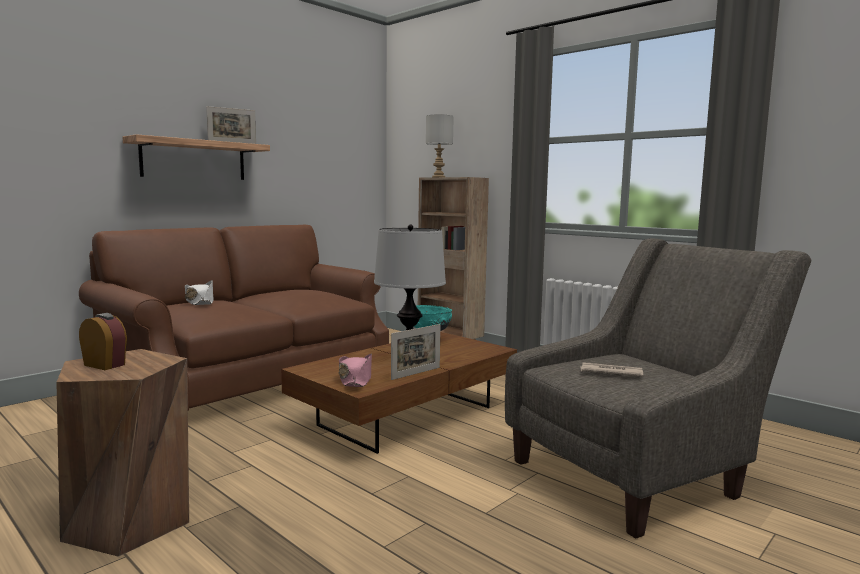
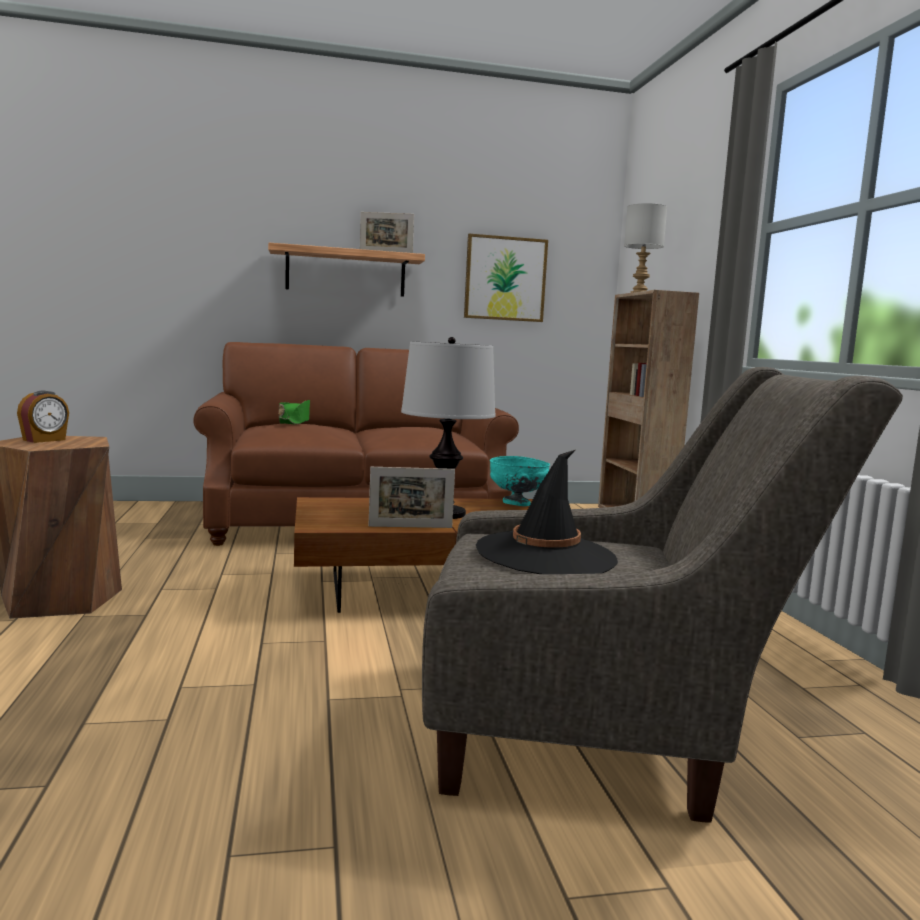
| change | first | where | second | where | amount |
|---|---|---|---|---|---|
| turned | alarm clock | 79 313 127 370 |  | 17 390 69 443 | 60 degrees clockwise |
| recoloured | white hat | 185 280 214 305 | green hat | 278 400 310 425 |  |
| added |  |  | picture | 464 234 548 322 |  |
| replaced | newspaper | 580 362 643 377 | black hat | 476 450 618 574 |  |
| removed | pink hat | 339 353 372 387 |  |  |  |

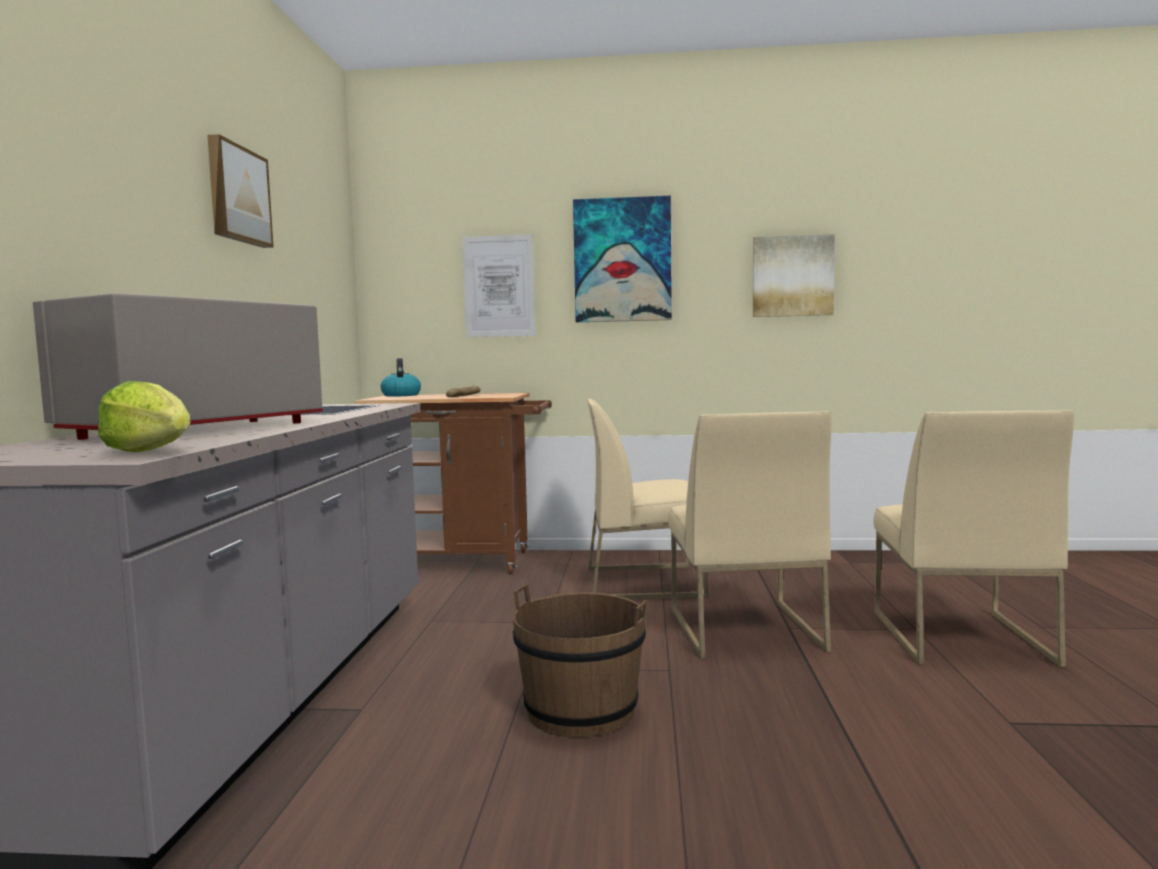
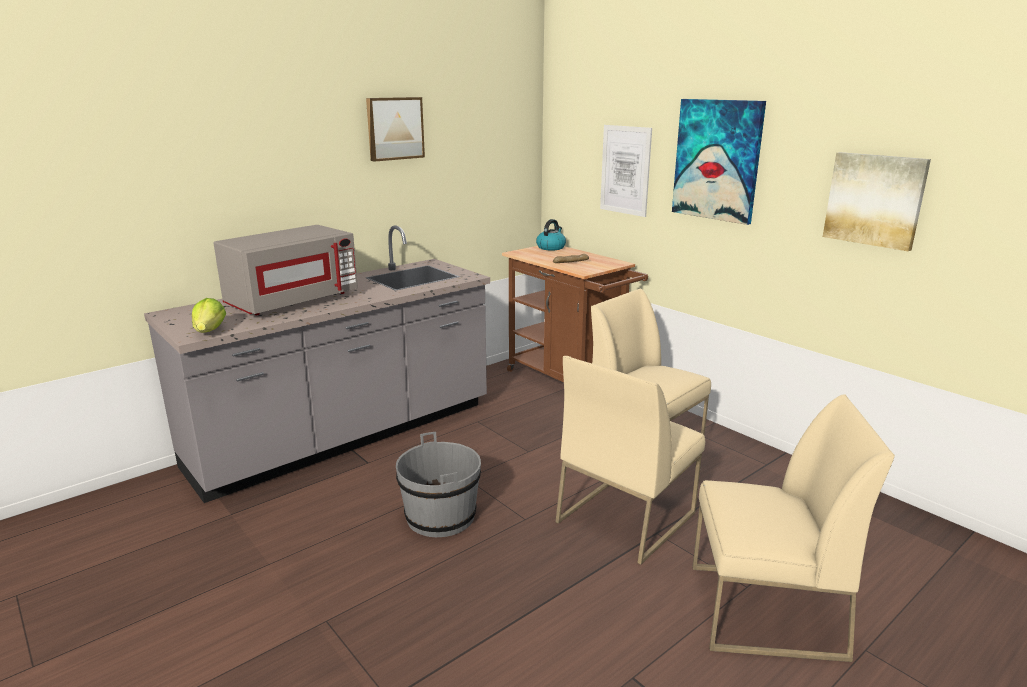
| change | first | where | second | where | amount |
|---|---|---|---|---|---|
| turned | grey microwave | 33 293 323 440 |  | 214 225 358 315 | 150 degrees clockwise |
| recoloured | brown bucket | 513 584 647 737 | grey bucket | 396 432 481 537 |  |
| turned | beige chair | 874 410 1074 668 |  | 693 394 895 662 | 135 degrees counterclockwise |

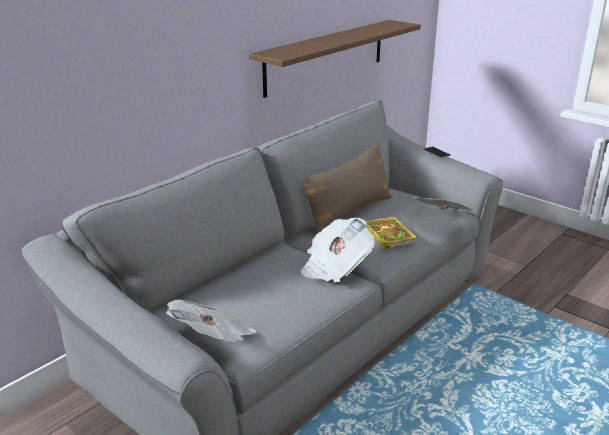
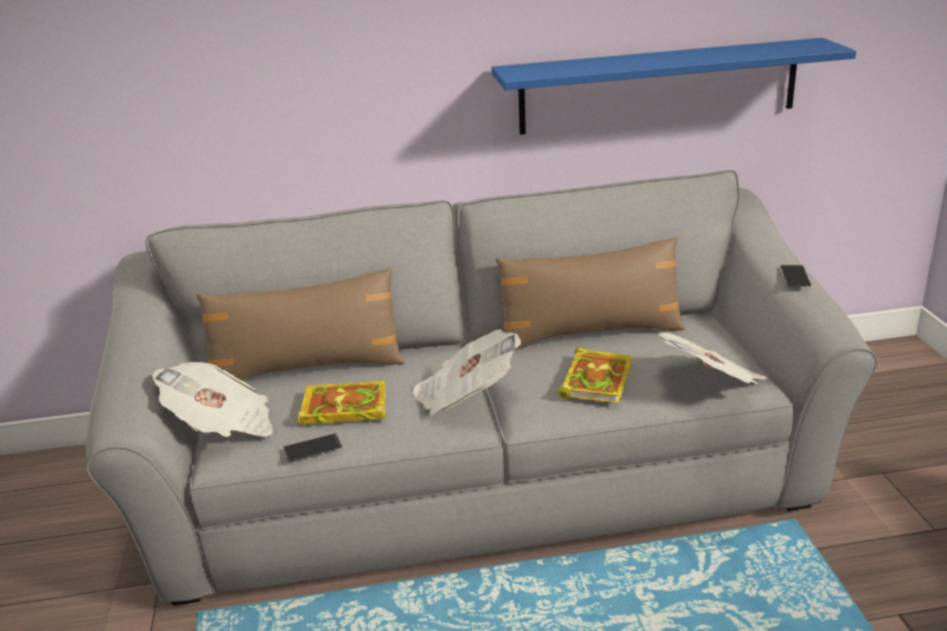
| change | first | where | second | where | amount |
|---|---|---|---|---|---|
| added |  |  | brown pillow | 196 268 405 381 |  |
| added |  |  | phone | 283 433 342 461 |  |
| added |  |  | book | 298 381 386 425 |  |
| recoloured | brown shelf | 249 20 421 98 | blue shelf | 491 38 856 135 |  |

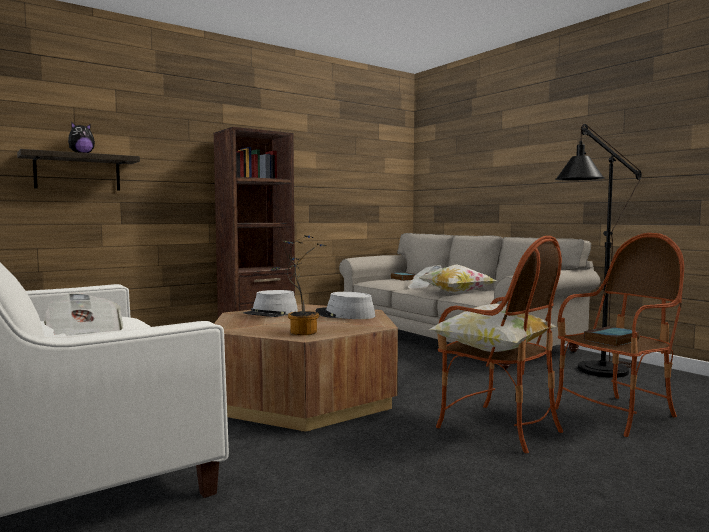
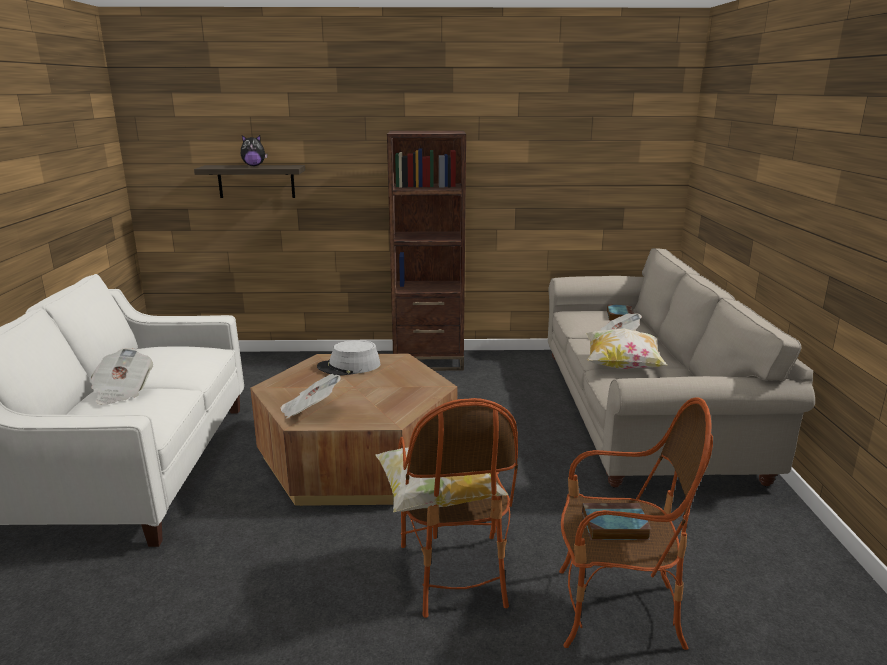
| change | first | where | second | where | amount |
|---|---|---|---|---|---|
| replaced | potted plant | 271 235 326 335 | newspaper | 281 374 341 419 |  |
| removed | grey hat | 316 292 375 319 |  |  |  |
| removed | black floor lamp | 555 124 642 378 |  |  |  |

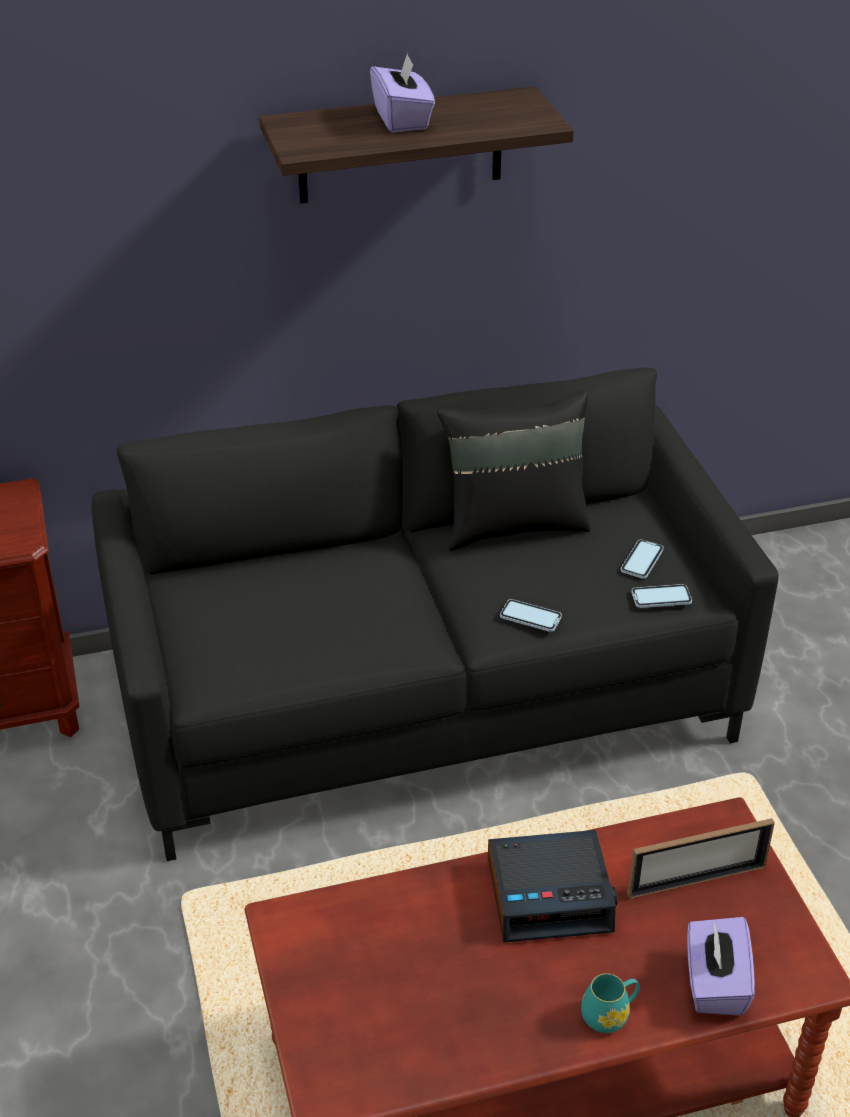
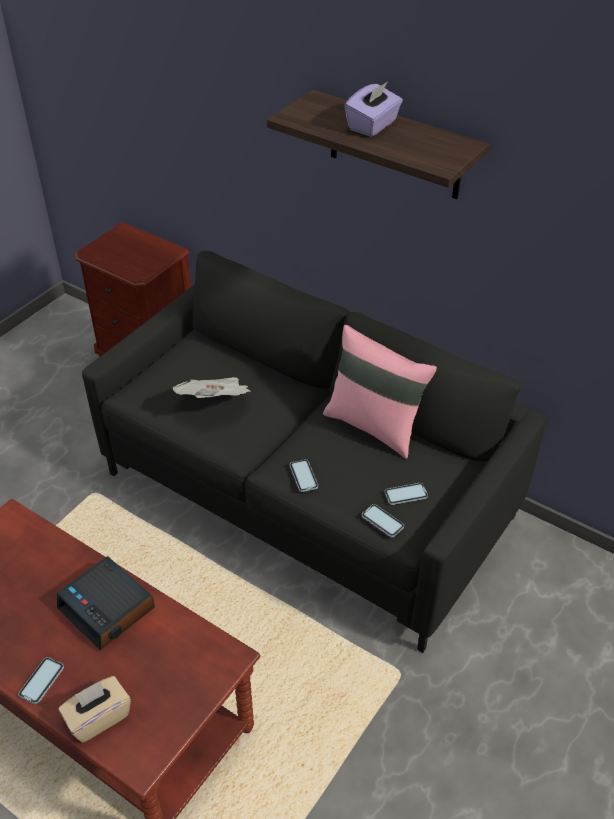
| change | first | where | second | where | amount |
|---|---|---|---|---|---|
| replaced | turquoise mug | 581 973 640 1033 | phone | 18 657 64 704 |  |
| recoloured | purple tissue box | 687 917 755 1016 | beige tissue box | 58 676 131 743 |  |
| added |  |  | newspaper | 172 377 251 398 |  |
| recoloured | black pillow | 437 390 591 551 | pink pillow | 323 325 437 459 |  |
| removed | picture frame | 627 818 775 899 |  |  |  |

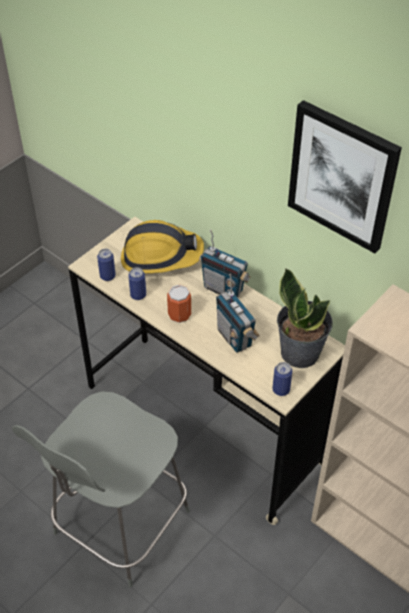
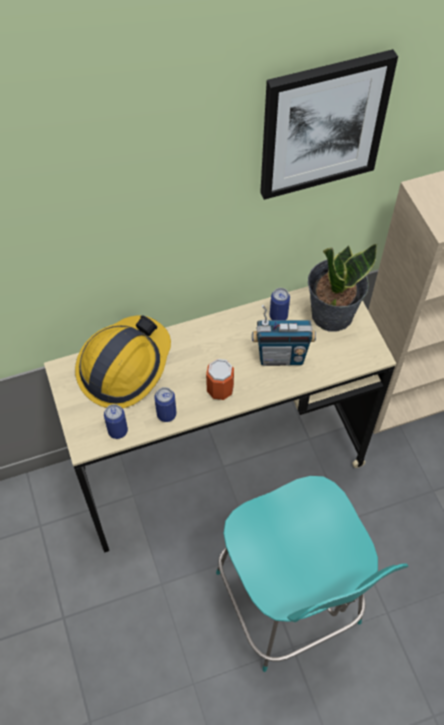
| change | first | where | second | where | amount |
|---|---|---|---|---|---|
| recoloured | grey chair | 12 391 190 587 | turquoise chair | 216 476 408 672 |  |
| moved | can | 272 362 292 396 |  | 270 288 290 320 |  |
| removed | radio | 199 230 250 298 |  |  |  |

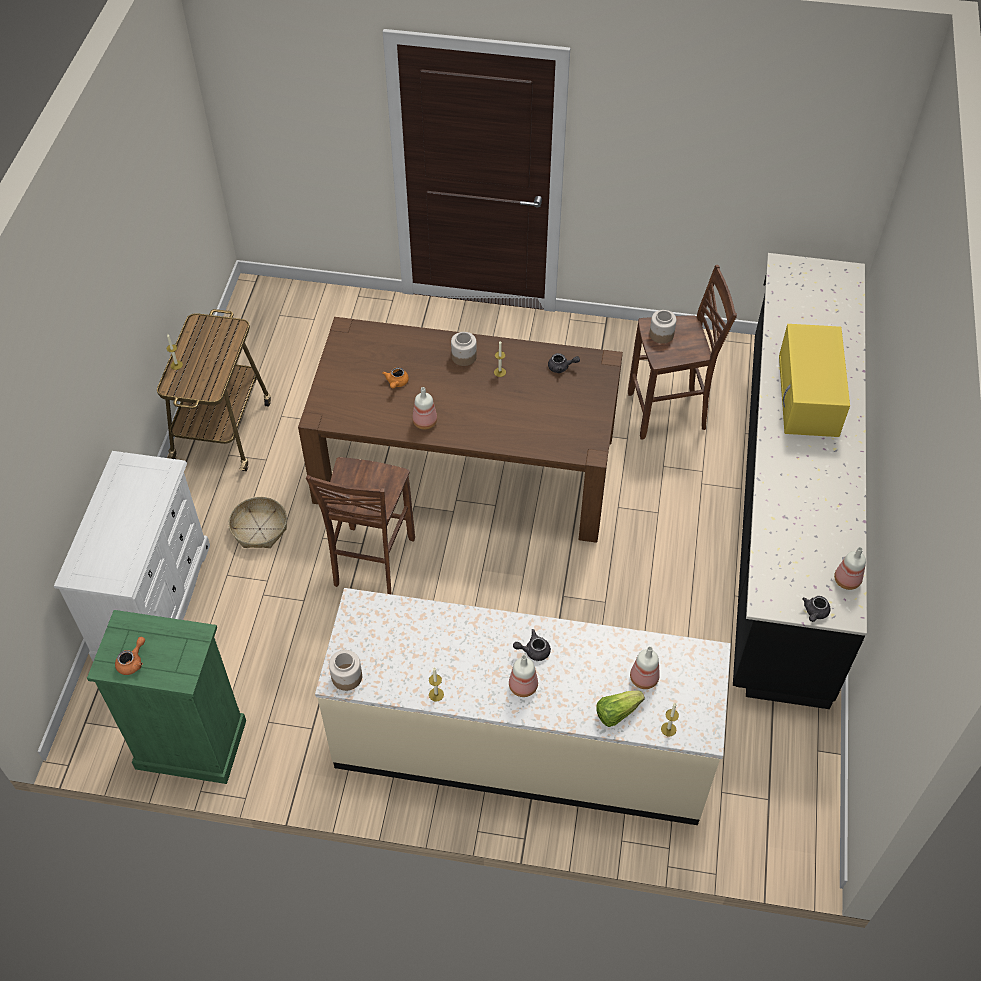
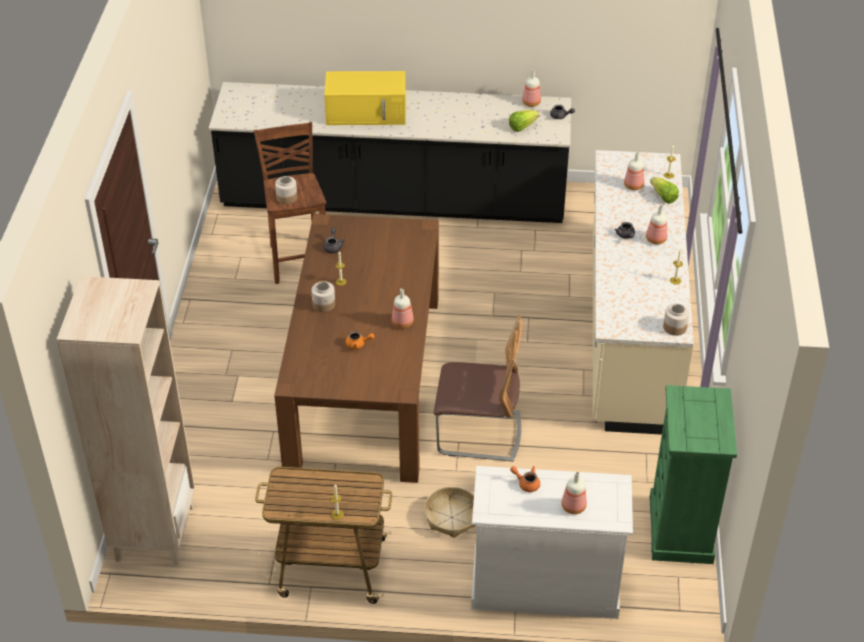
| change | first | where | second | where | amount |
|---|---|---|---|---|---|
| added |  |  | beige bookcase | 57 276 195 566 |  |
| replaced | brown stool | 306 457 415 594 | chair | 434 315 522 462 |  |
| added |  |  | lettuce | 509 110 539 132 |  |
| moved | orange teapot | 115 637 145 675 |  | 510 466 540 492 |  |
| added |  |  | bottle | 561 472 587 514 |  |

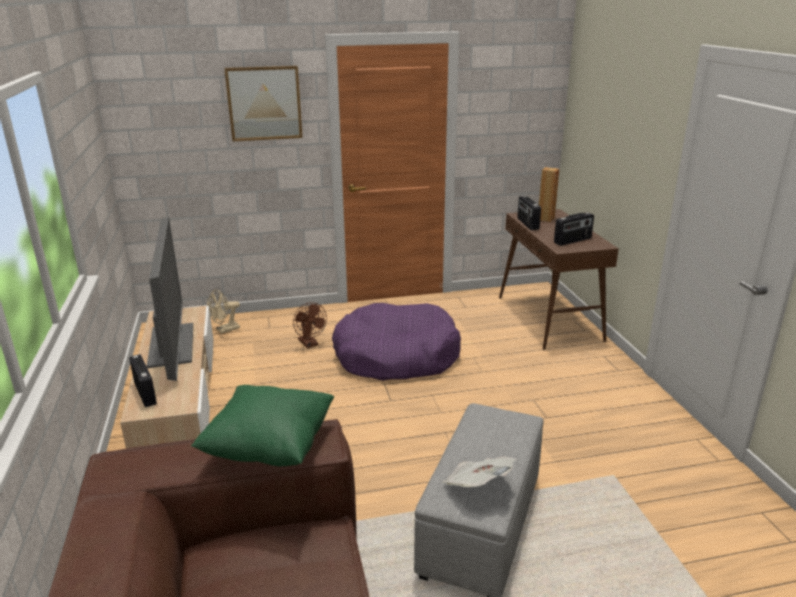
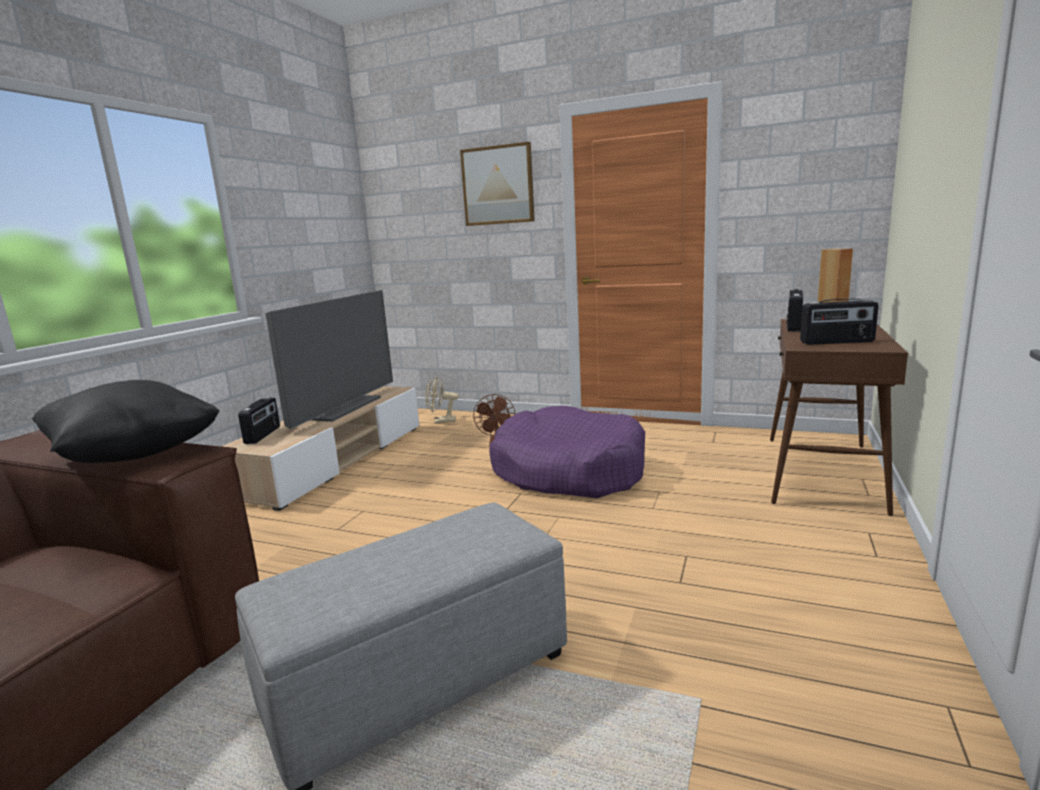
| change | first | where | second | where | amount |
|---|---|---|---|---|---|
| recoloured | green pillow | 191 385 335 466 | black pillow | 32 380 220 463 |  |
| removed | newspaper | 442 456 517 487 |  |  |  |

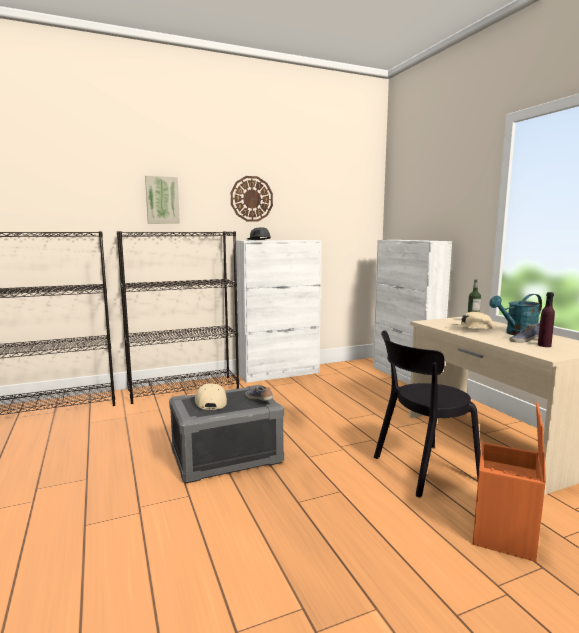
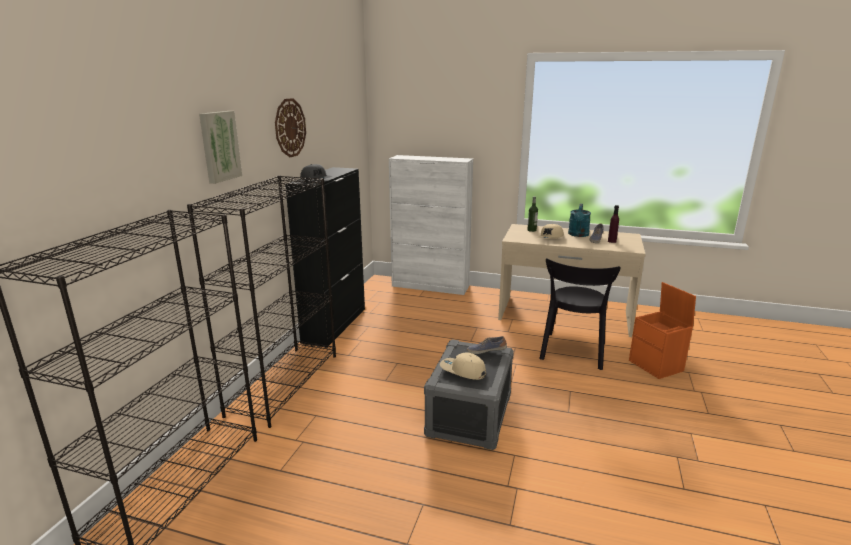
| change | first | where | second | where | amount |
|---|---|---|---|---|---|
| recoloured | white cabinet | 236 240 321 383 | black cabinet | 285 167 365 348 |  |

